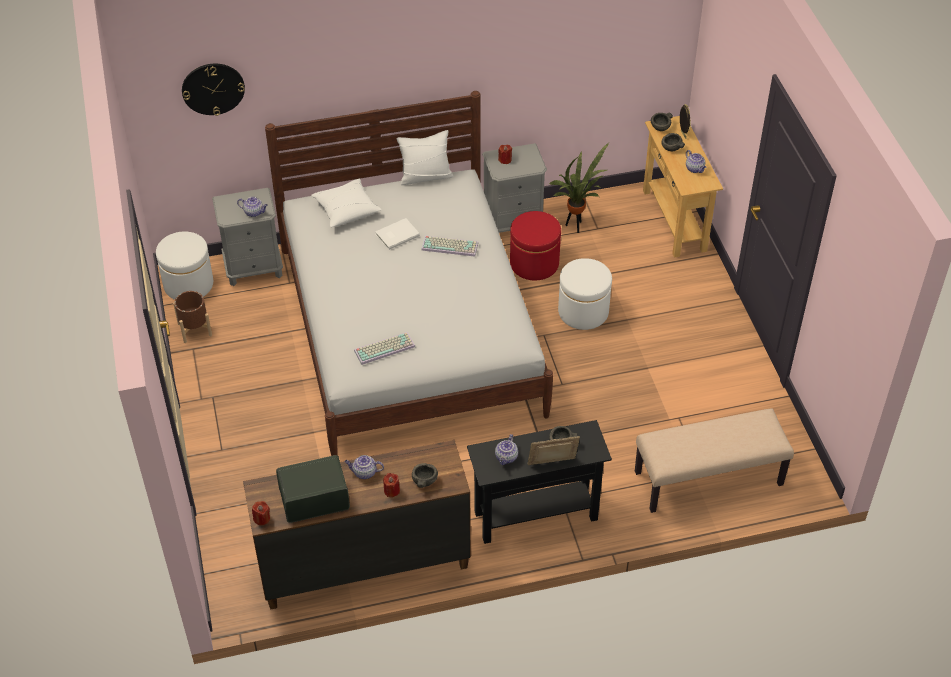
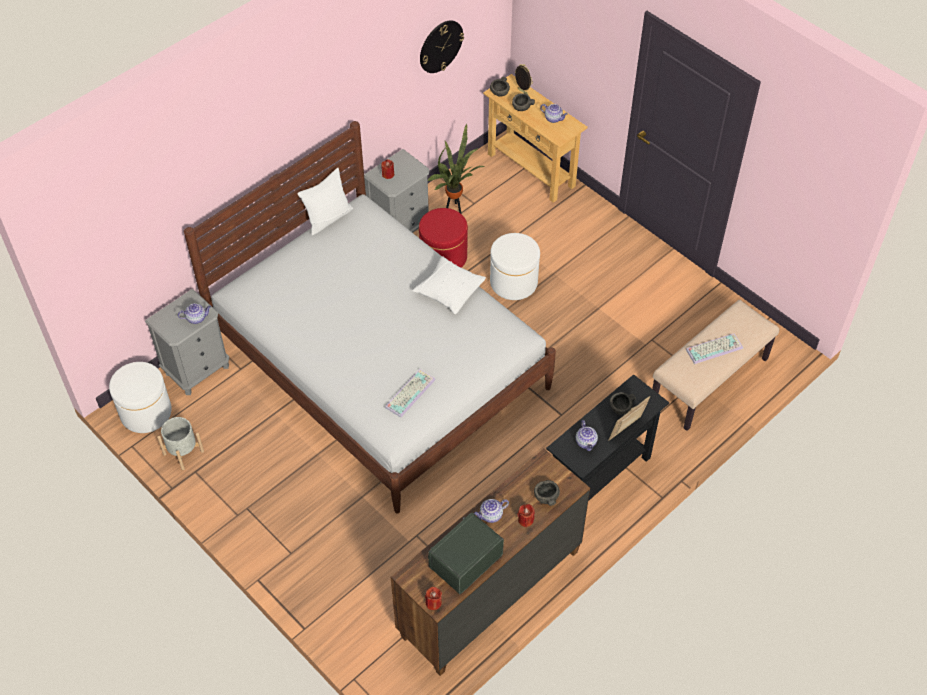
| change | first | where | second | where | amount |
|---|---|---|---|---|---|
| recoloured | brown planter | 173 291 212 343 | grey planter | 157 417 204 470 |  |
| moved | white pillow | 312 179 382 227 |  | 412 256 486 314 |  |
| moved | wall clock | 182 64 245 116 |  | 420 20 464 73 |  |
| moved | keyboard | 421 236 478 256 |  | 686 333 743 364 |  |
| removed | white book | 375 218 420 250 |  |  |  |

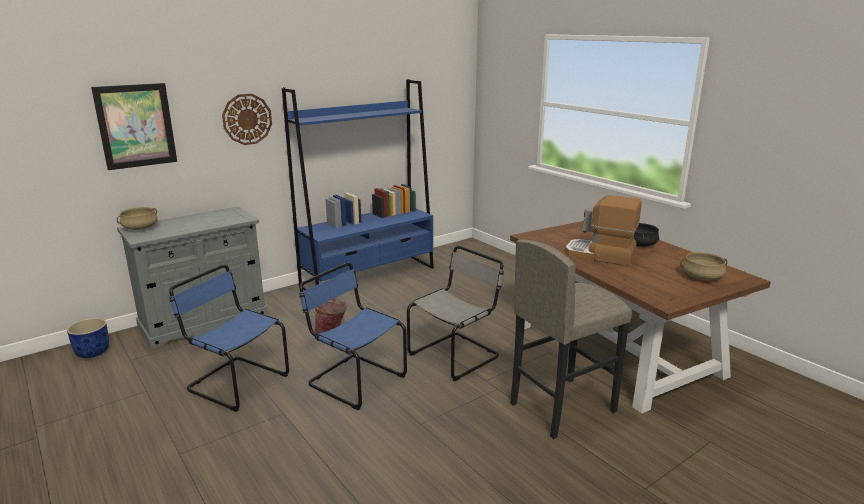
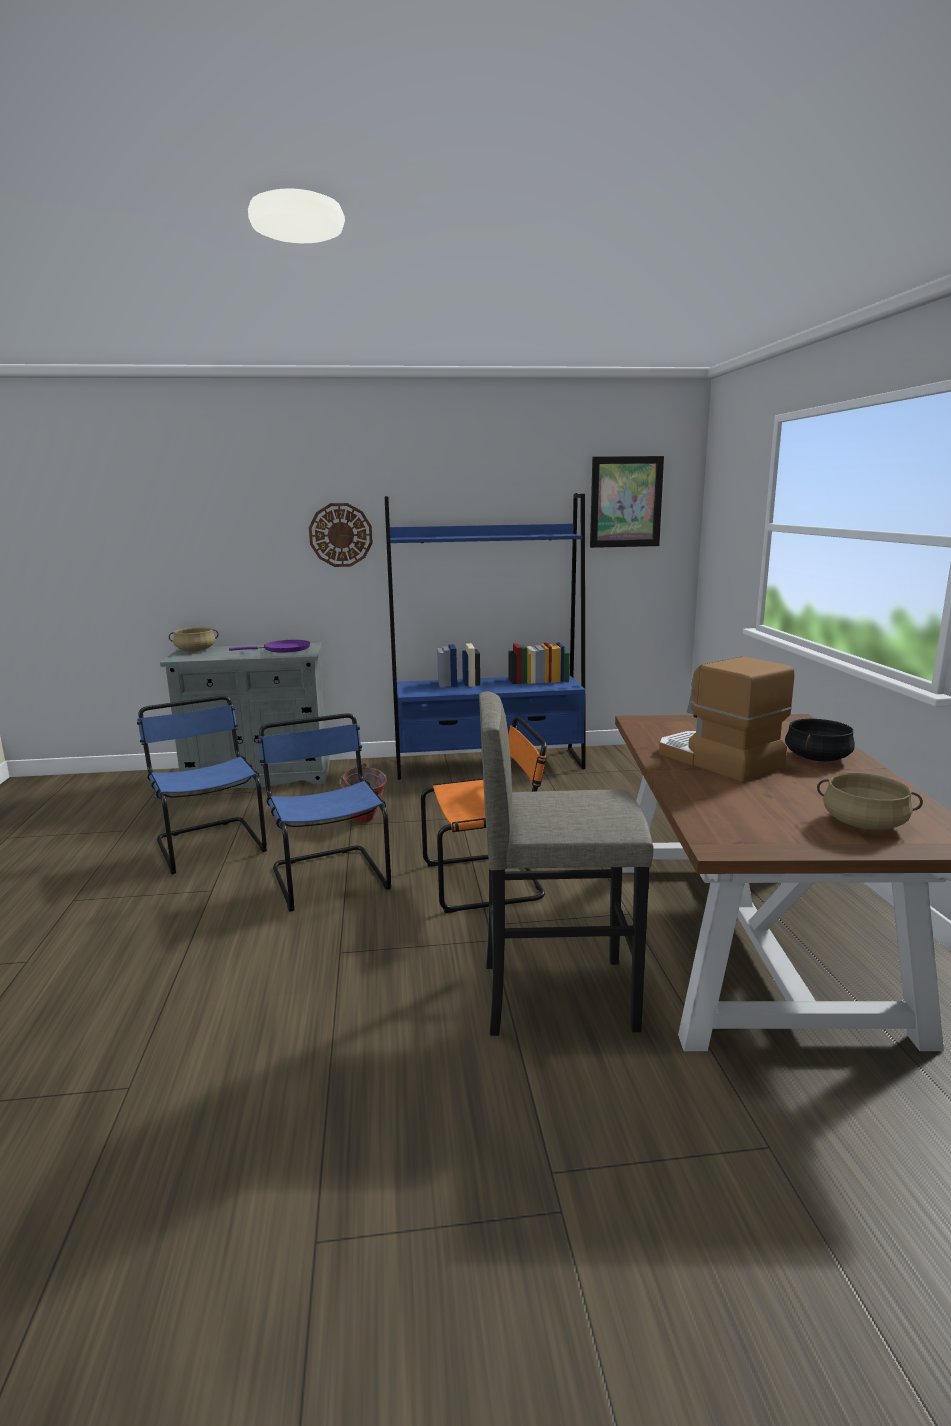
| change | first | where | second | where | amount |
|---|---|---|---|---|---|
| added |  |  | purple frying pan | 229 640 310 653 |  |
| recoloured | grey chair | 407 246 504 381 | orange chair | 421 717 547 913 |  |
| moved | picture | 91 83 177 170 |  | 590 456 664 548 |  |
| removed | blue planter | 67 318 109 358 |  |  |  |

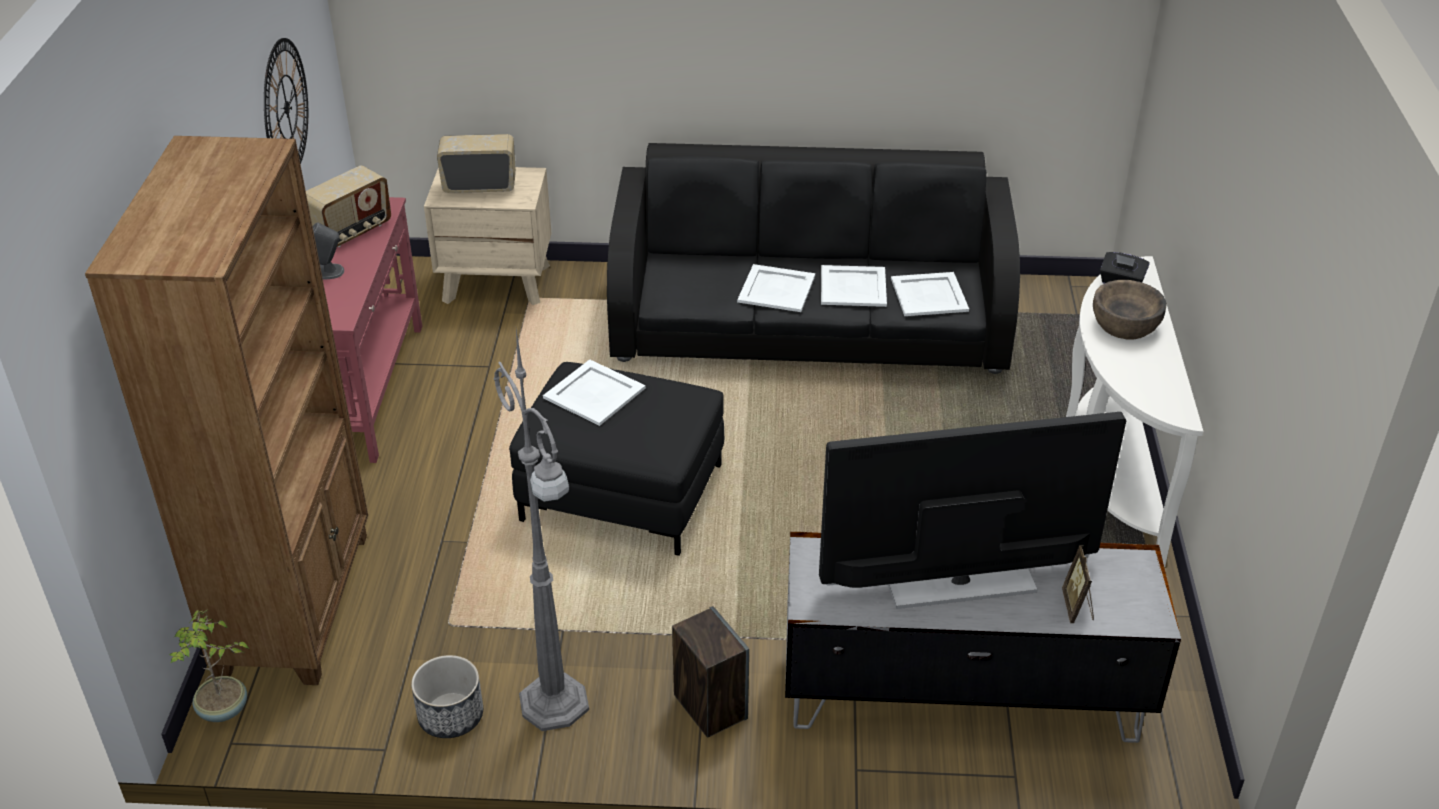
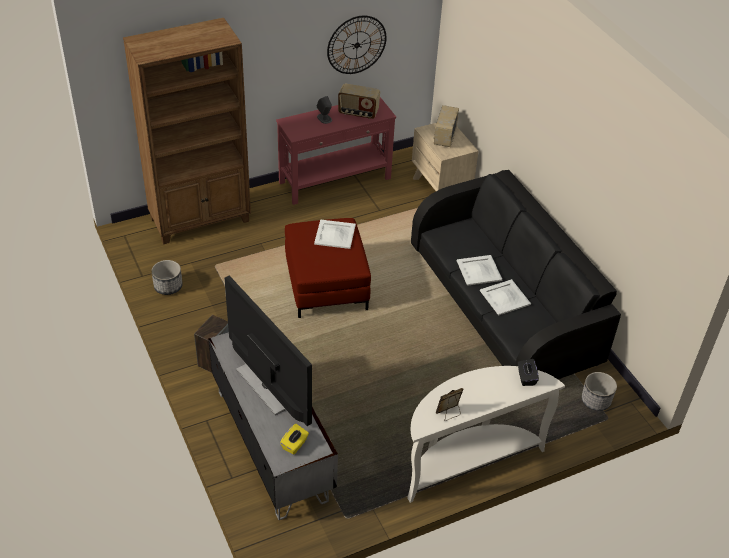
| change | first | where | second | where | amount |
|---|---|---|---|---|---|
| added |  |  | yellow tissue box | 280 424 309 455 |  |
| recoloured | black ottoman | 509 362 724 556 | red ottoman | 285 218 371 318 |  |
| turned | radio | 437 134 516 193 |  | 433 105 459 147 | 135 degrees counterclockwise |
| moved | picture frame | 1062 545 1094 623 |  | 436 388 463 421 |  |
| added |  |  | planter | 582 372 617 411 |  |
| removed | potted plant | 169 609 249 722 |  |  |  |
| removed | grey floor lamp | 493 330 589 731 |  |  |  |
| removed | white tray | 891 272 969 316 |  |  |  |
| removed | brown bowl | 1093 280 1167 339 |  |  |  |

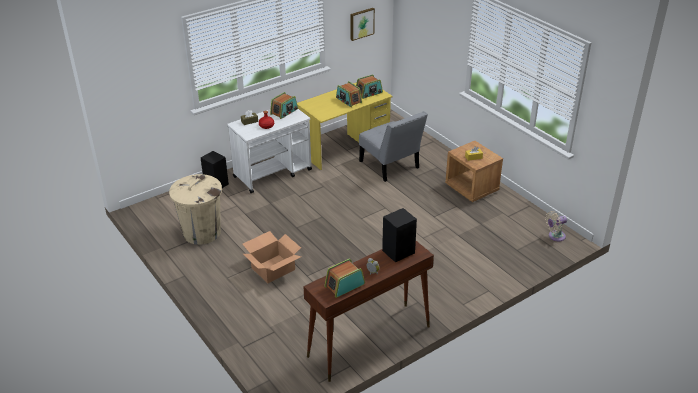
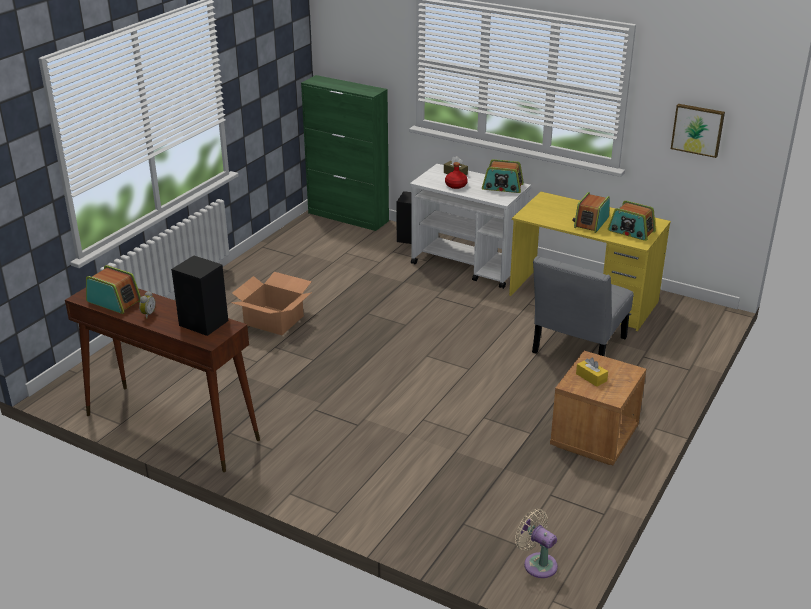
| change | first | where | second | where | amount |
|---|---|---|---|---|---|
| added |  |  | green cabinet | 301 75 389 231 |  |
| removed | beige trash can | 169 174 222 245 |  |  |  |

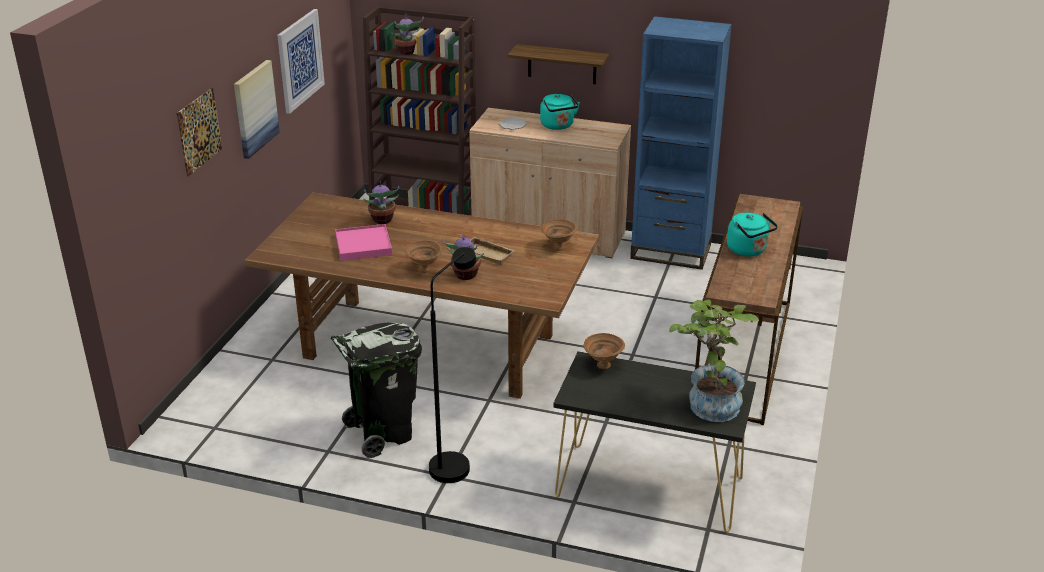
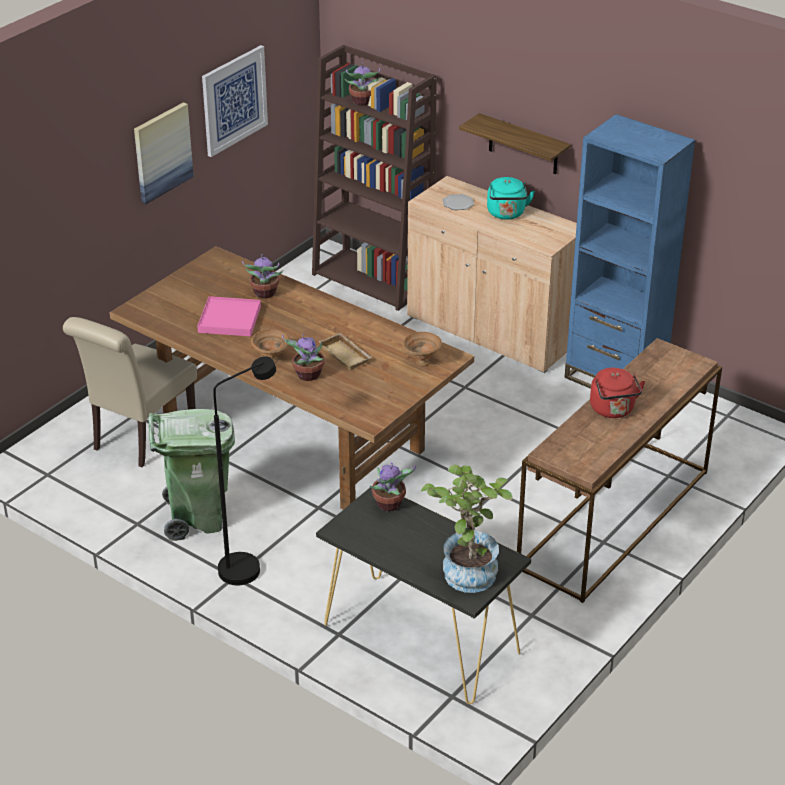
| change | first | where | second | where | amount |
|---|---|---|---|---|---|
| added |  |  | beige chair | 63 317 197 467 |  |
| recoloured | black trash can | 331 322 422 459 | green trash can | 149 409 235 541 |  |
| replaced | brown bowl | 583 333 625 369 | potted plant | 370 462 416 511 |  |
| recoloured | turquoise kettle | 727 213 778 256 | red kettle | 590 368 645 418 |  |
| removed | picture | 177 88 222 177 |  |  |  |

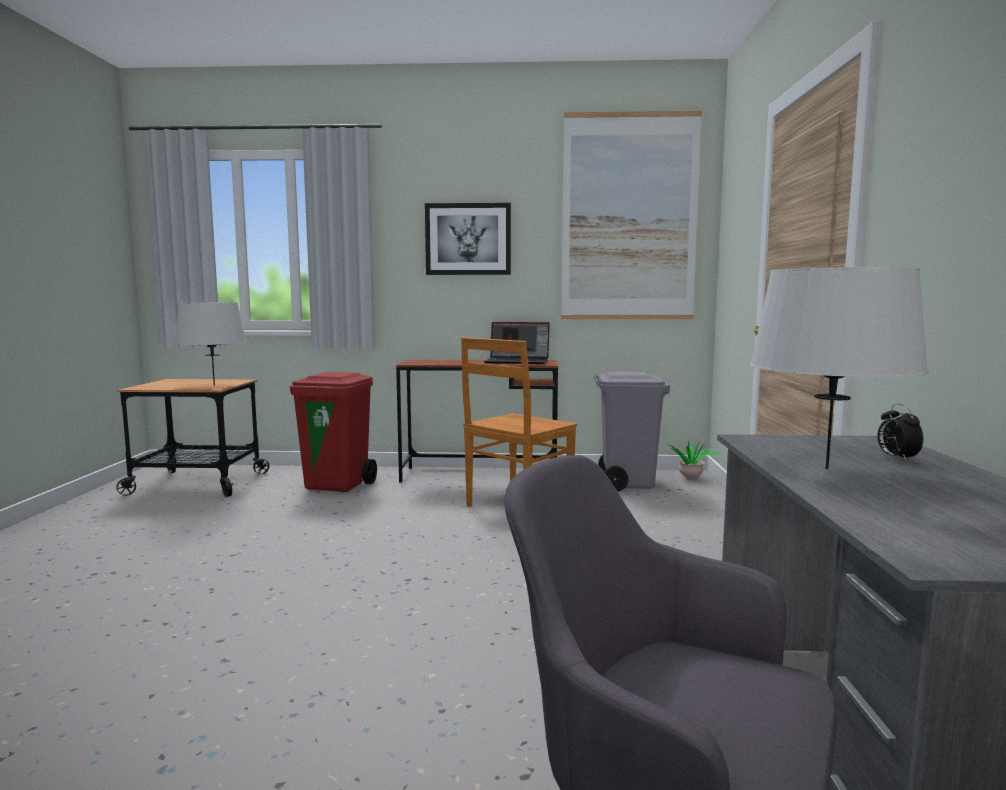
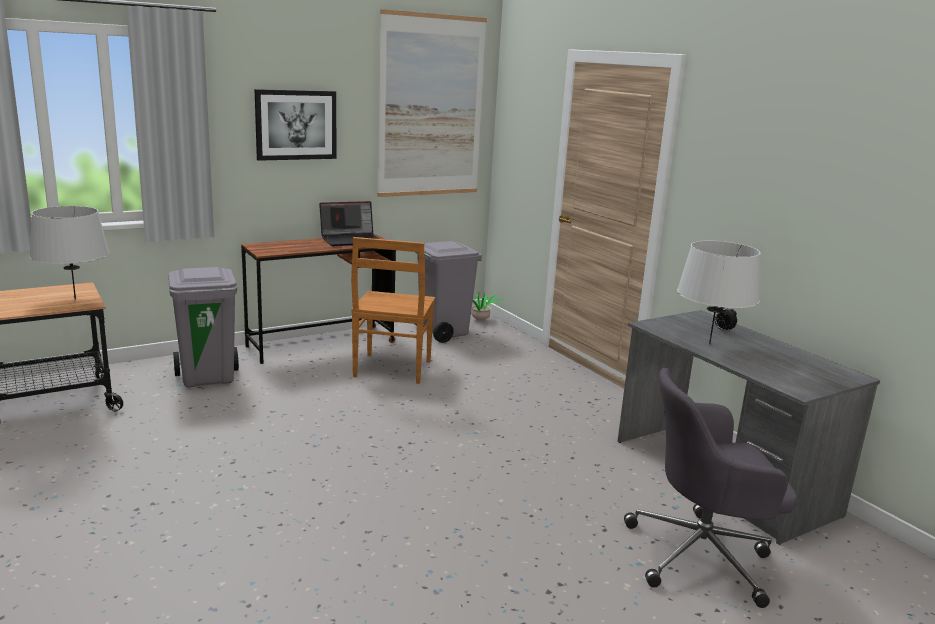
| change | first | where | second | where | amount |
|---|---|---|---|---|---|
| recoloured | red trash can | 290 372 377 492 | grey trash can | 168 267 239 387 |  |

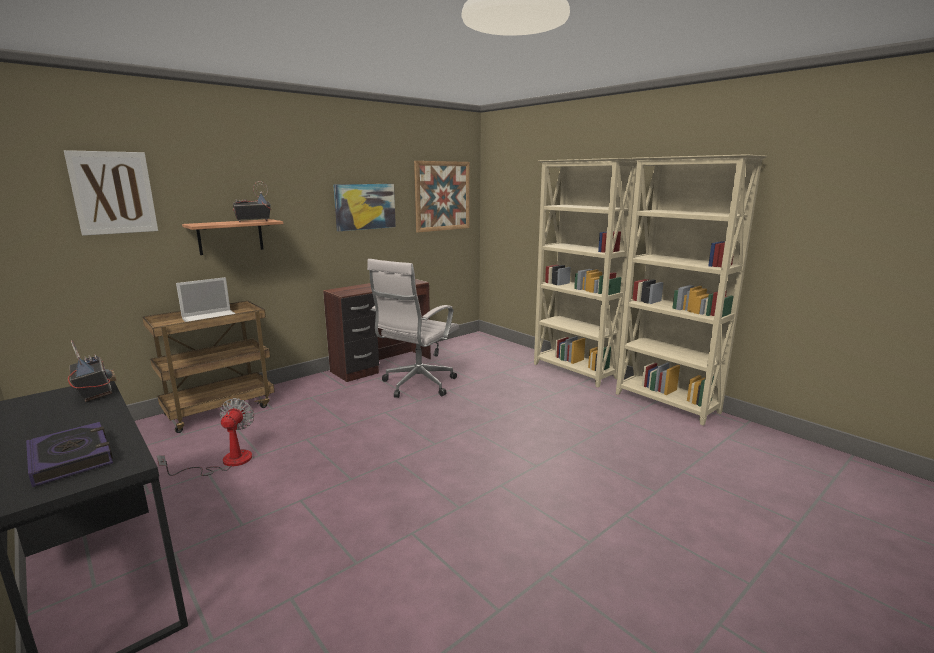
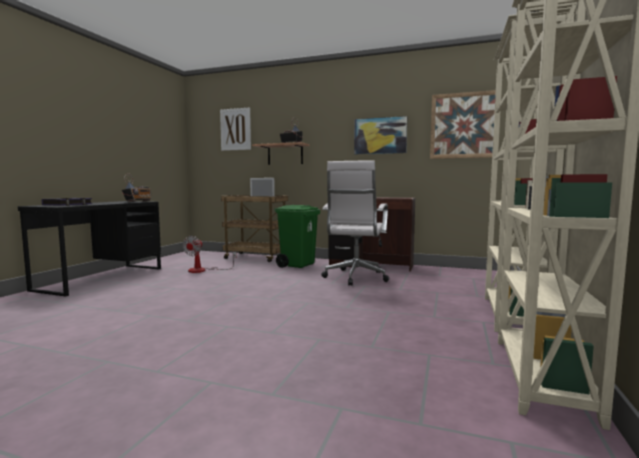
| change | first | where | second | where | amount |
|---|---|---|---|---|---|
| turned | fan | 157 398 254 476 |  | 183 236 237 273 | 135 degrees clockwise |
| added |  |  | green trash can | 274 205 320 268 |  |
| turned | white office chair | 367 259 459 398 |  | 321 160 389 286 | 75 degrees counterclockwise |

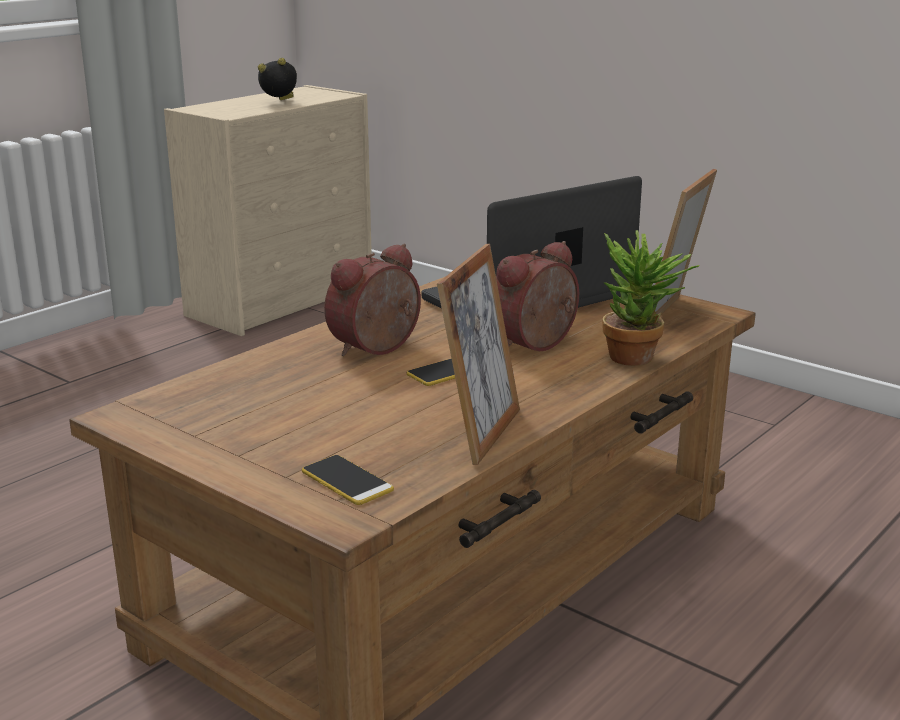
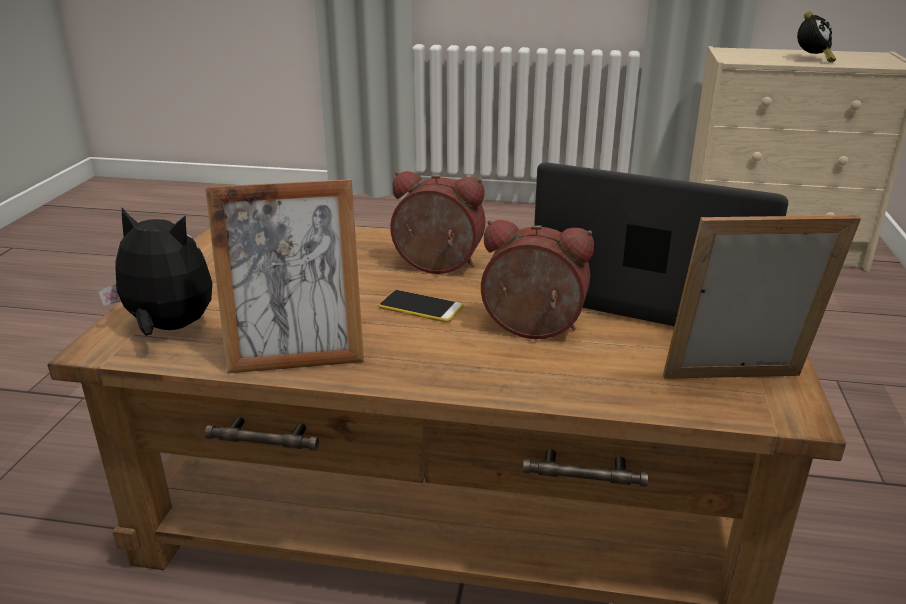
| change | first | where | second | where | amount |
|---|---|---|---|---|---|
| replaced | phone | 302 455 394 505 | plush toy | 98 208 212 336 |  |
| turned | alarm clock | 258 58 297 100 |  | 797 11 836 62 | 75 degrees clockwise |
| removed | potted plant | 602 230 699 366 |  |  |  |

